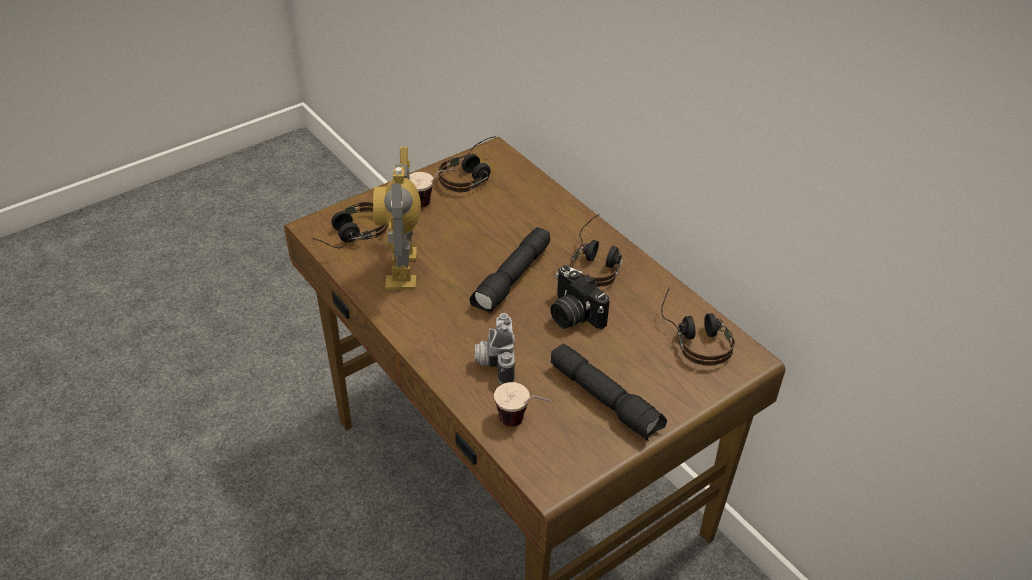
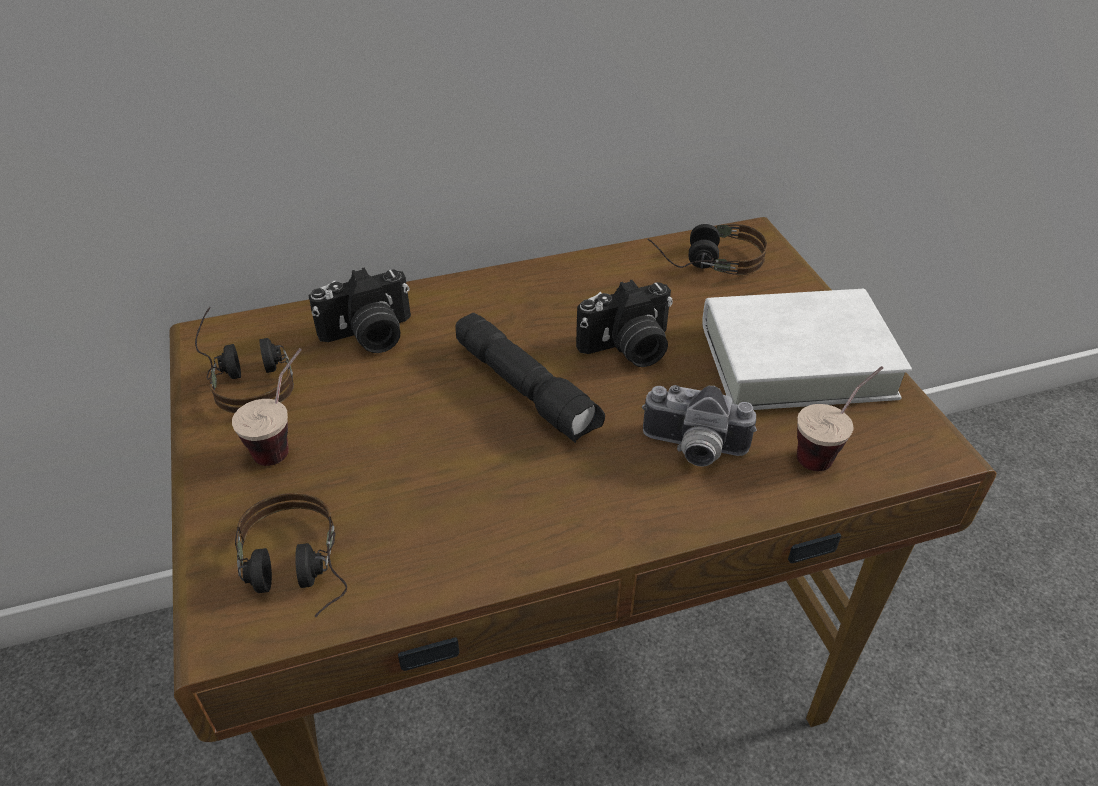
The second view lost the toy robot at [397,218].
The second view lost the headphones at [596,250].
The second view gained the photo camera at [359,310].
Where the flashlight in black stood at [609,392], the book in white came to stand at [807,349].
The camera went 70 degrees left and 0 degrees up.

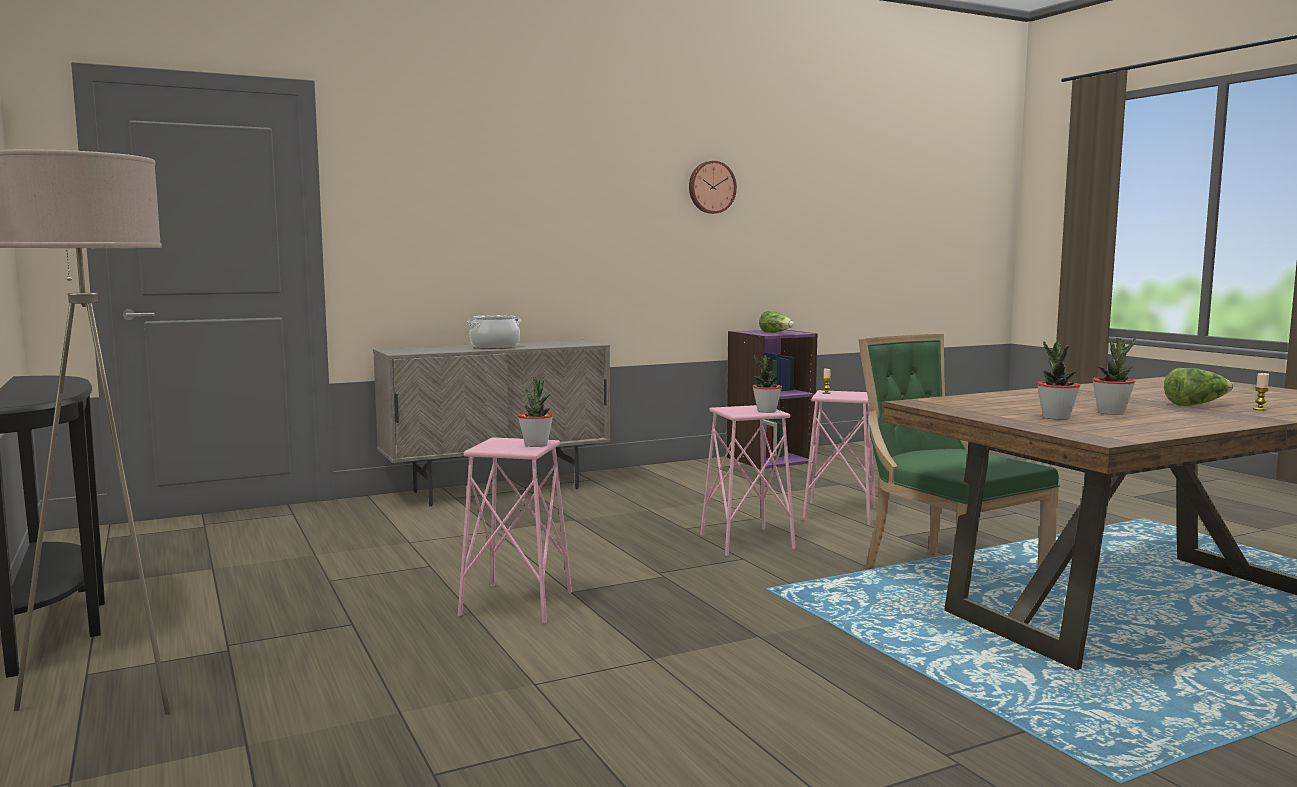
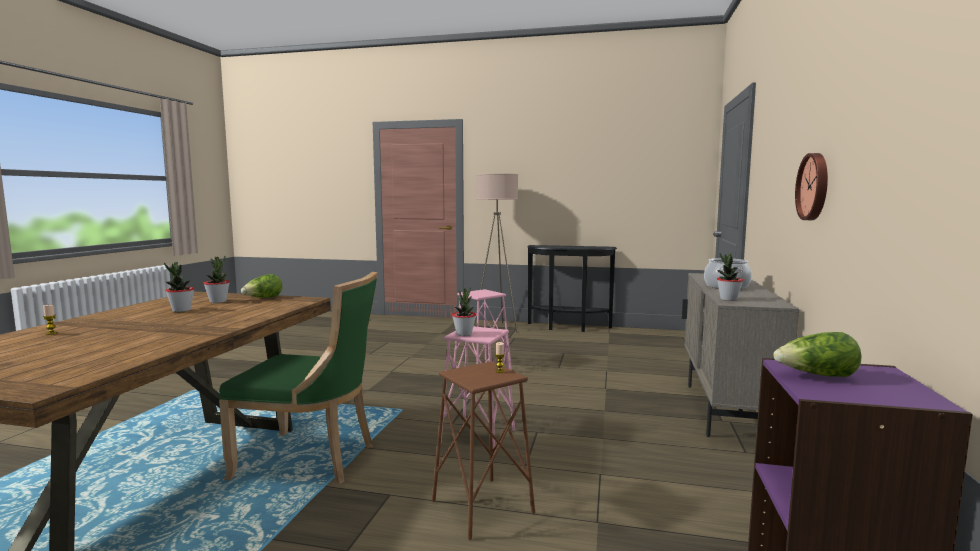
The potted plant ended up elsewhere, having gone from [535,412] to [730,277].
The wall clock ended up elsewhere, having gone from [713,187] to [811,186].
The lettuce ended up elsewhere, having gone from [1198,387] to [262,286].
What was the stool in pink at [839,457] turned into the stool in brown at [483,450].
The camera went 130 degrees right and 0 degrees up.

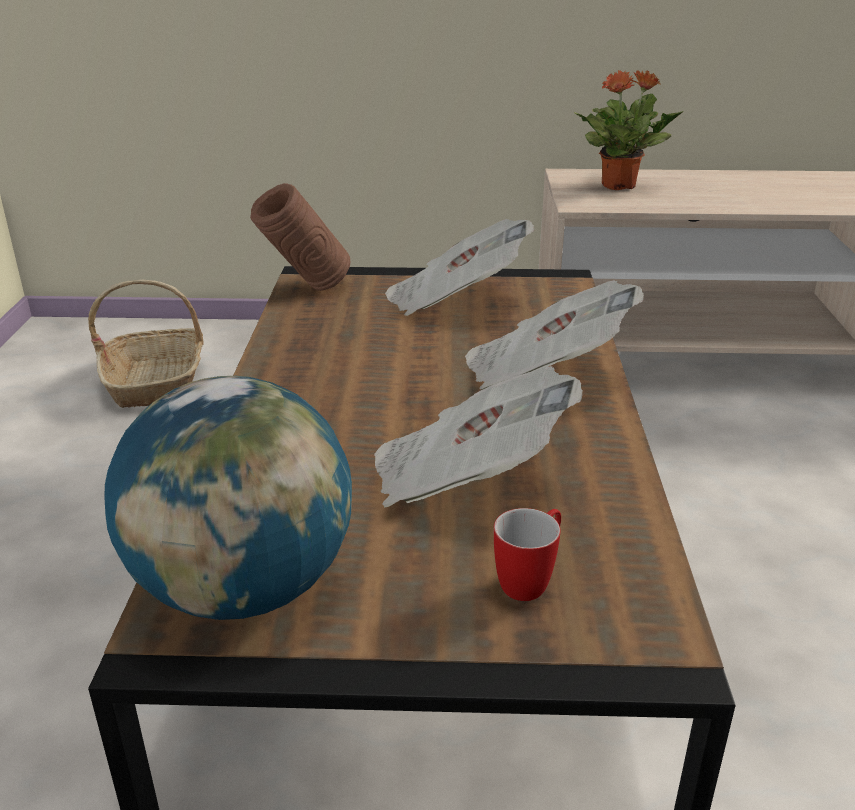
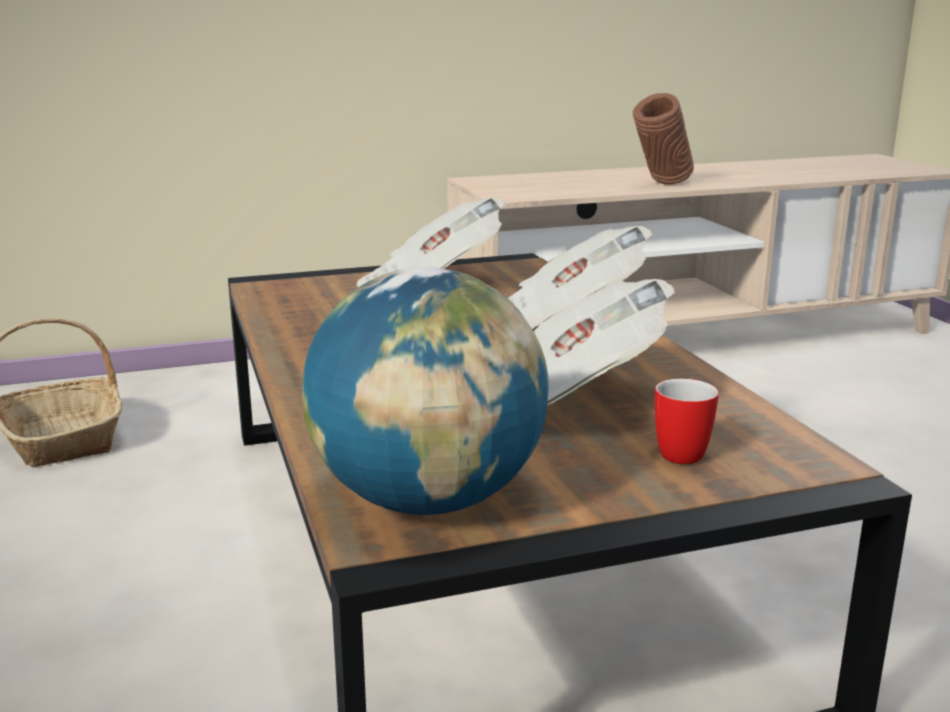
The second view lost the potted plant at [628,130].
The vase in brown ended up elsewhere, having gone from [300,237] to [663,139].
The camera went 20 degrees left and 10 degrees down.

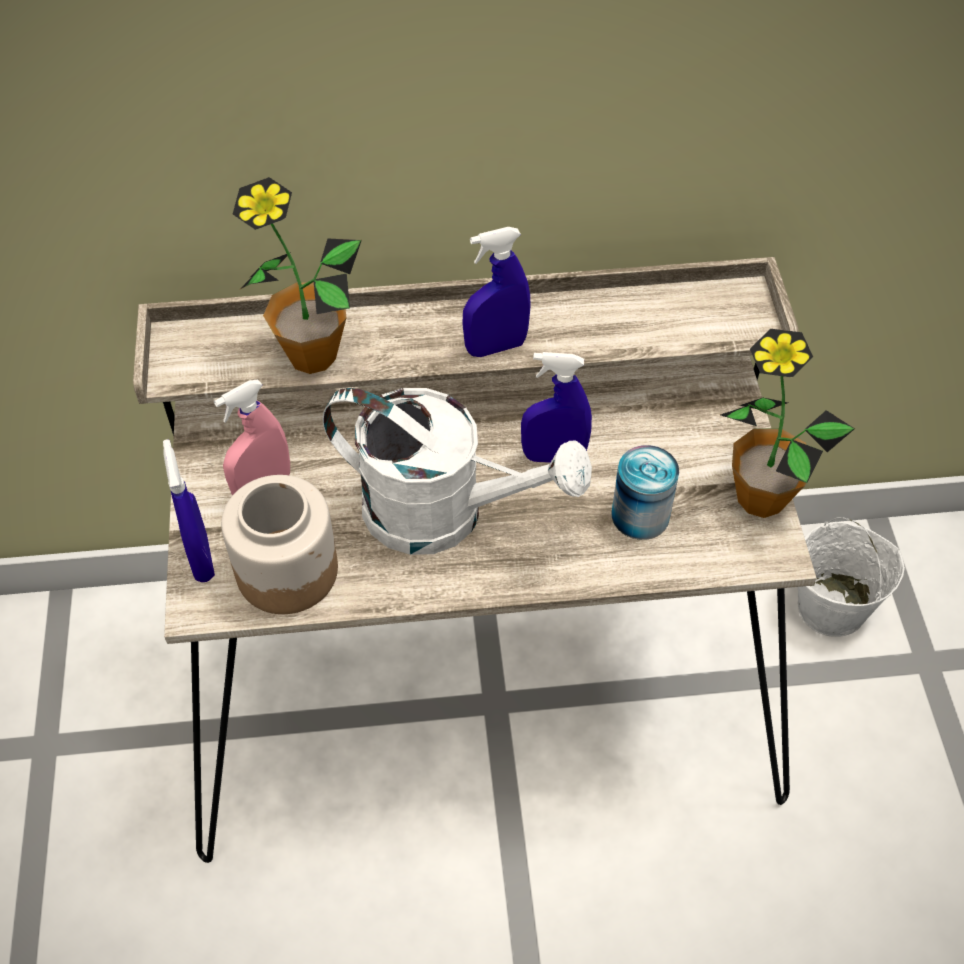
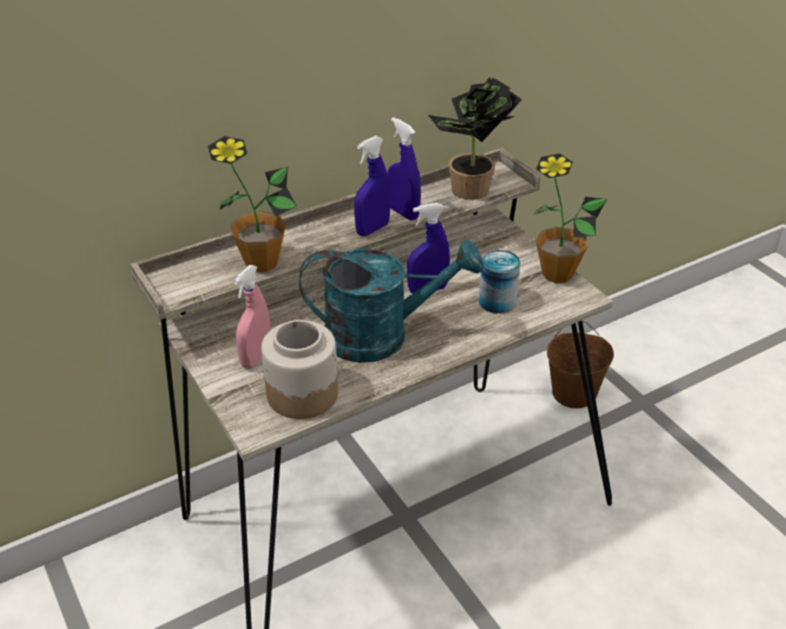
The second view gained the potted plant at [475,138].
The spray bottle in blue ended up elsewhere, having gone from [189,510] to [404,168].
What was the watering can in white at [457,471] turned into the watering can in turquoise at [391,301].
What was the bucket in white at [851,577] turned into the bucket in brown at [580,364].
The camera went 25 degrees left and 15 degrees down.

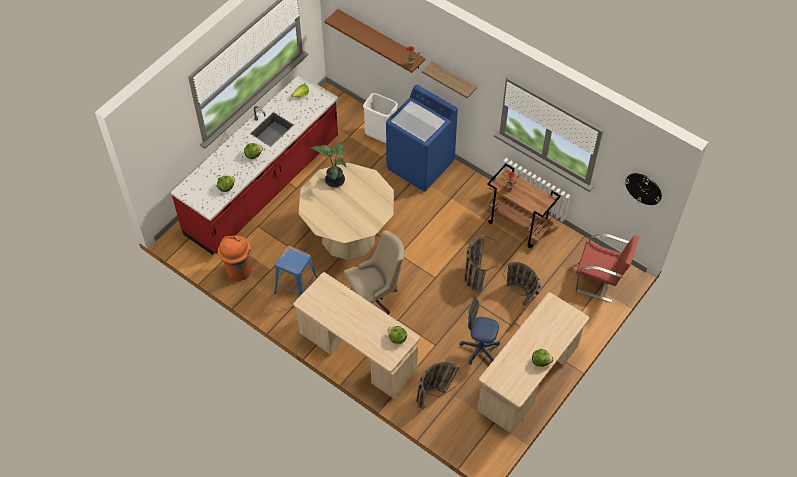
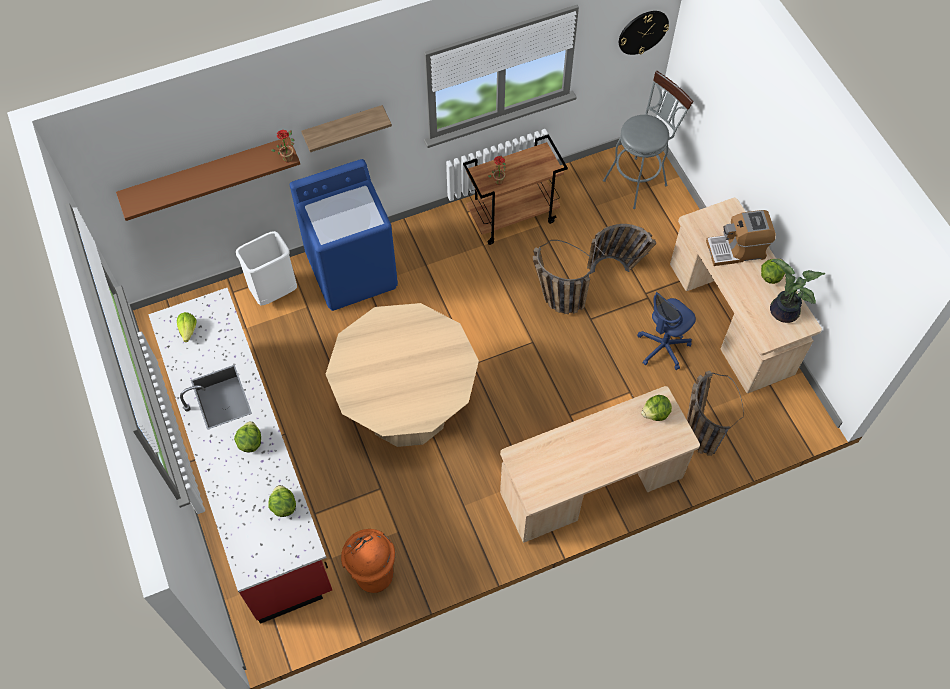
The second view lost the stool in blue at [296,271].
The second view lost the office chair in beige at [374,272].
The second view gained the coffee machine at [741,238].
The potted plant ended up elsewhere, having gone from [328,164] to [797,291].
Where the chair in red stood at [607,268], the stool in grey came to stand at [648,139].
The camera went 60 degrees left and 5 degrees up.

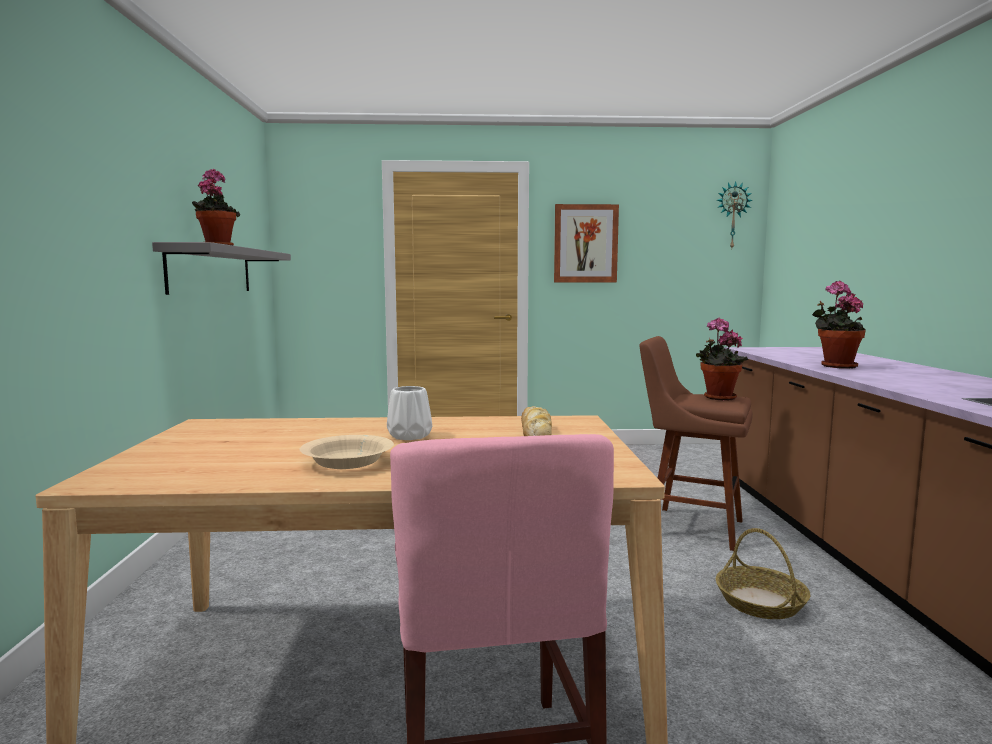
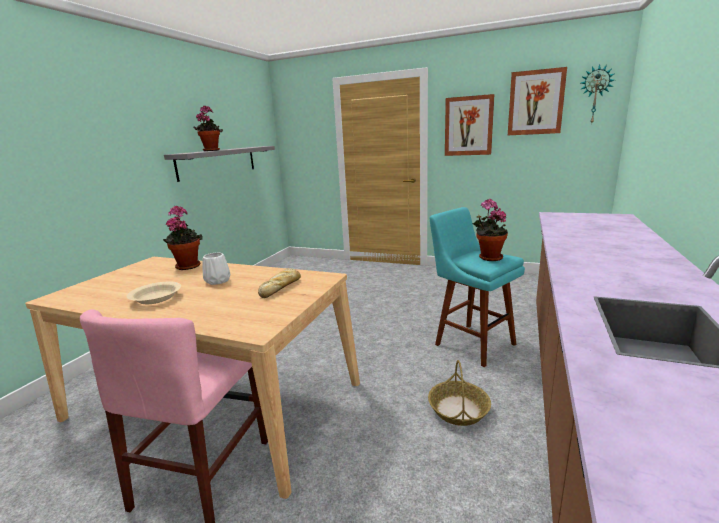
The second view gained the picture at [537,101].
The potted plant ended up elsewhere, having gone from [839,325] to [183,238].
What was the stool in brown at [696,443] turned into the stool in turquoise at [477,287].
The camera went 25 degrees right and 10 degrees up.

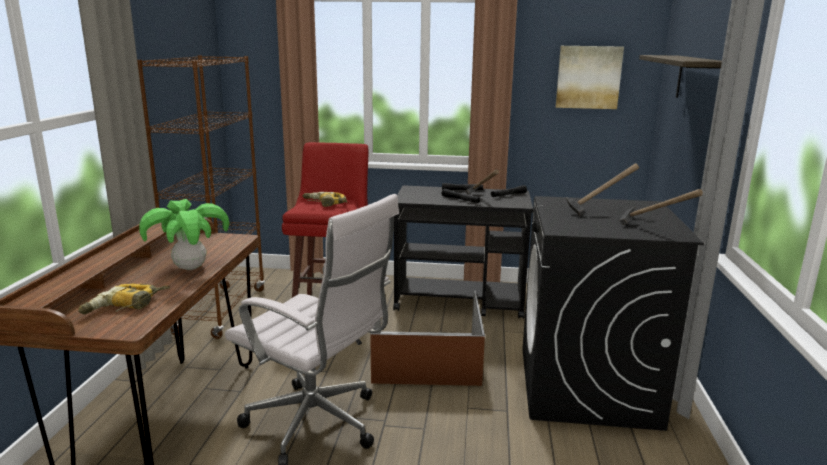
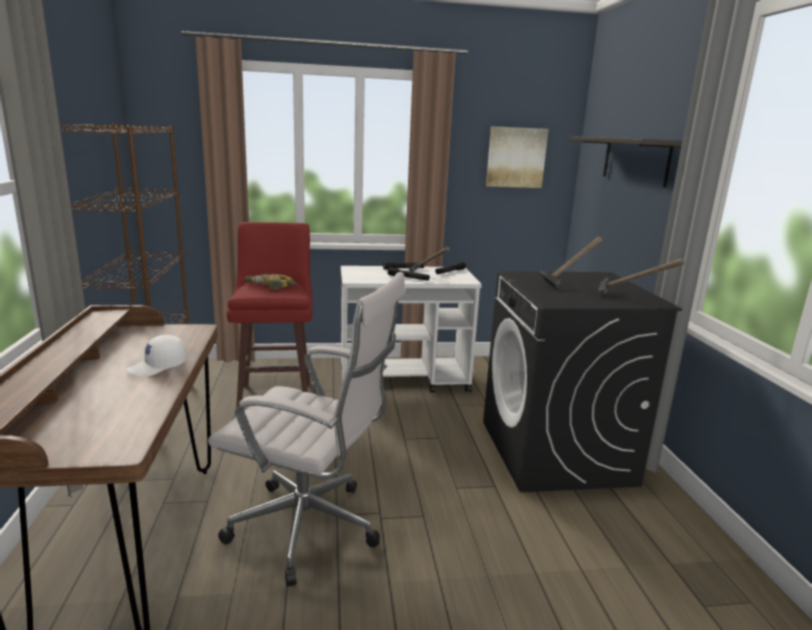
The second view lost the power drill at [124,299].
The second view lost the storage box in brown at [427,338].
Where the potted plant stood at [184,234], the cap in white came to stand at [156,356].
What was the cart in black at [463,252] turned into the cart in white at [411,329].
The camera went 15 degrees left and 0 degrees up.

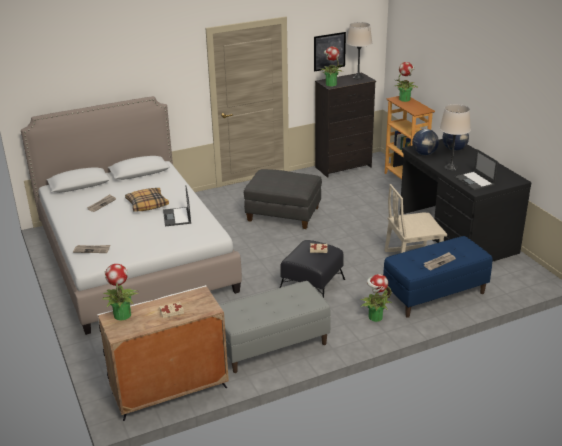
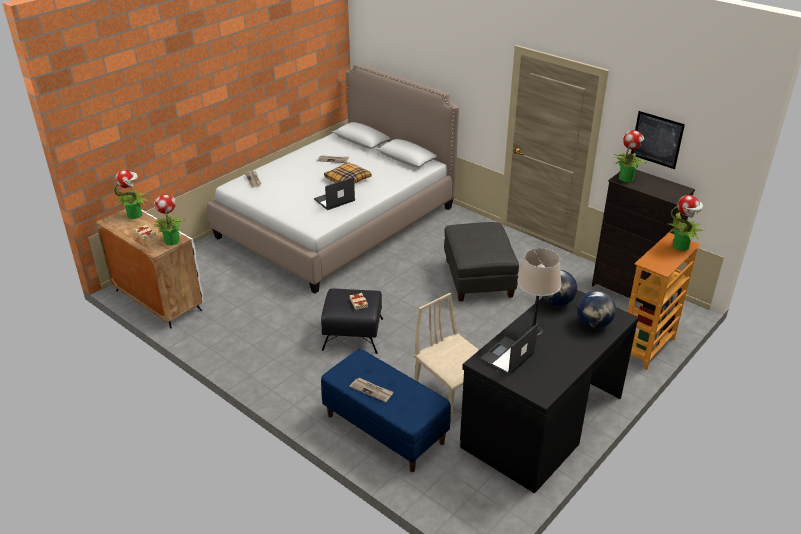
The second view lost the bench in grey at [275,327].
The second view lost the table lamp in beige at [359,50].
The potted plant ended up elsewhere, having gone from [376,298] to [169,219].
The camera went 65 degrees right and 5 degrees up.

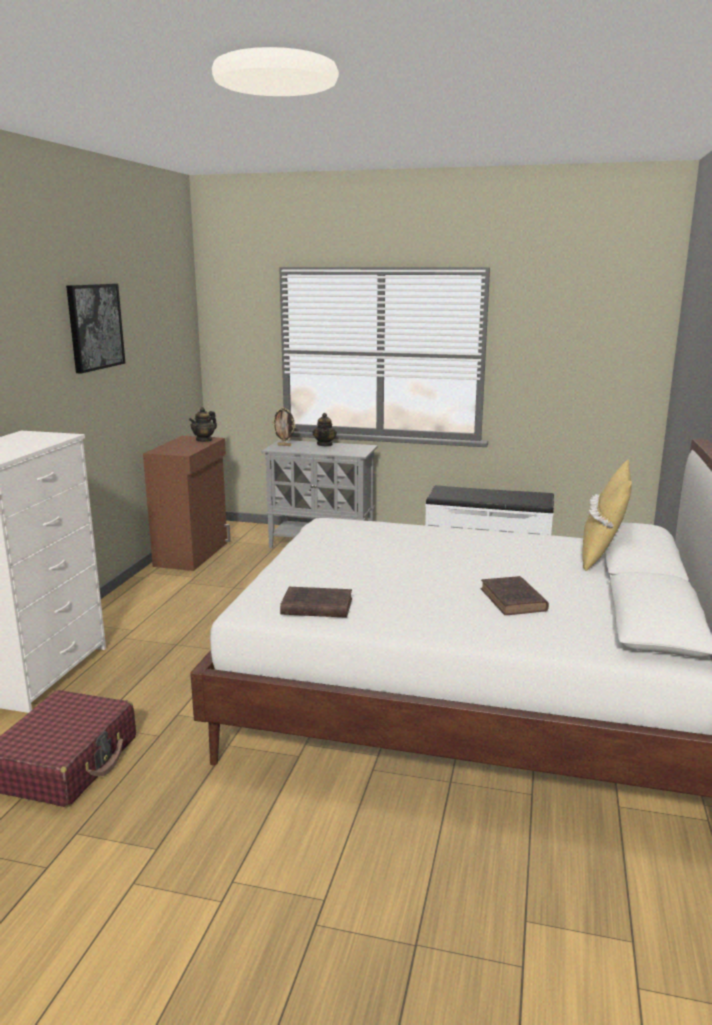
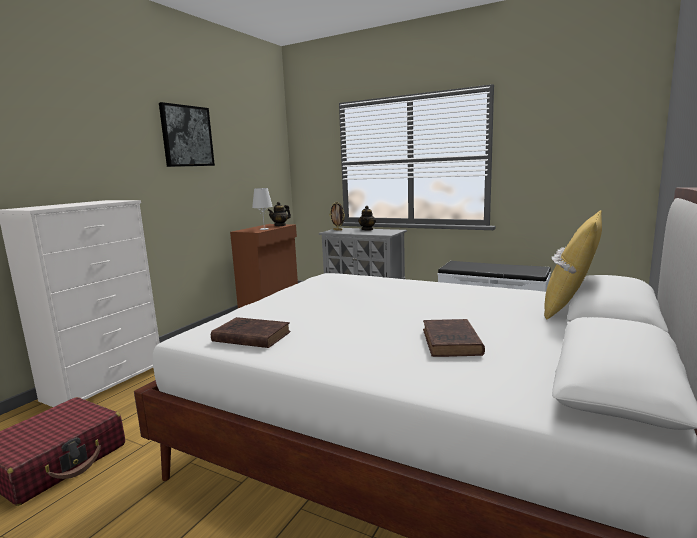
The second view gained the table lamp in white at [262,209].
The camera went 15 degrees right and 5 degrees down.

